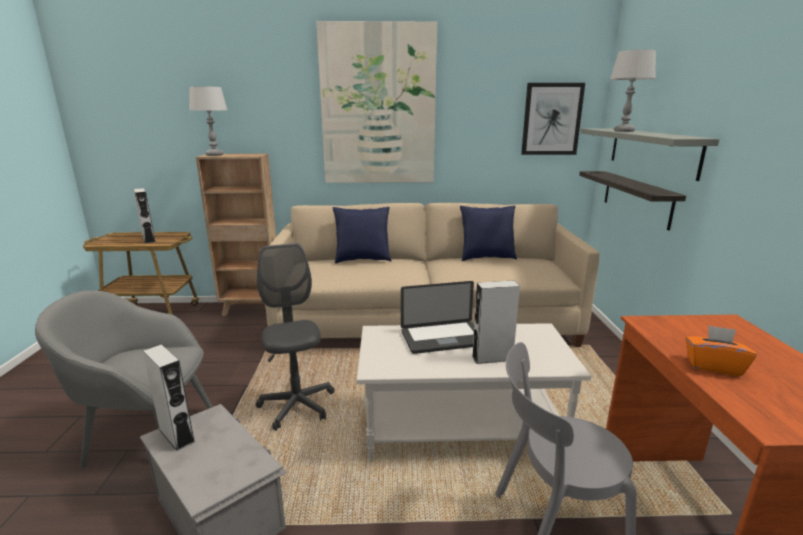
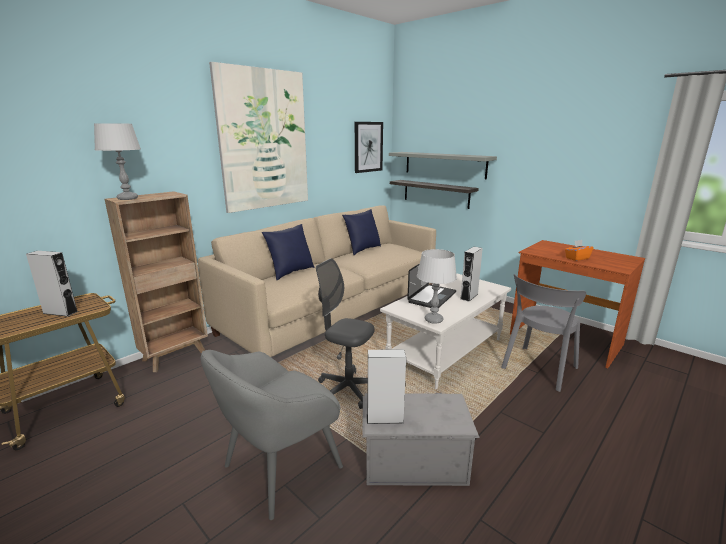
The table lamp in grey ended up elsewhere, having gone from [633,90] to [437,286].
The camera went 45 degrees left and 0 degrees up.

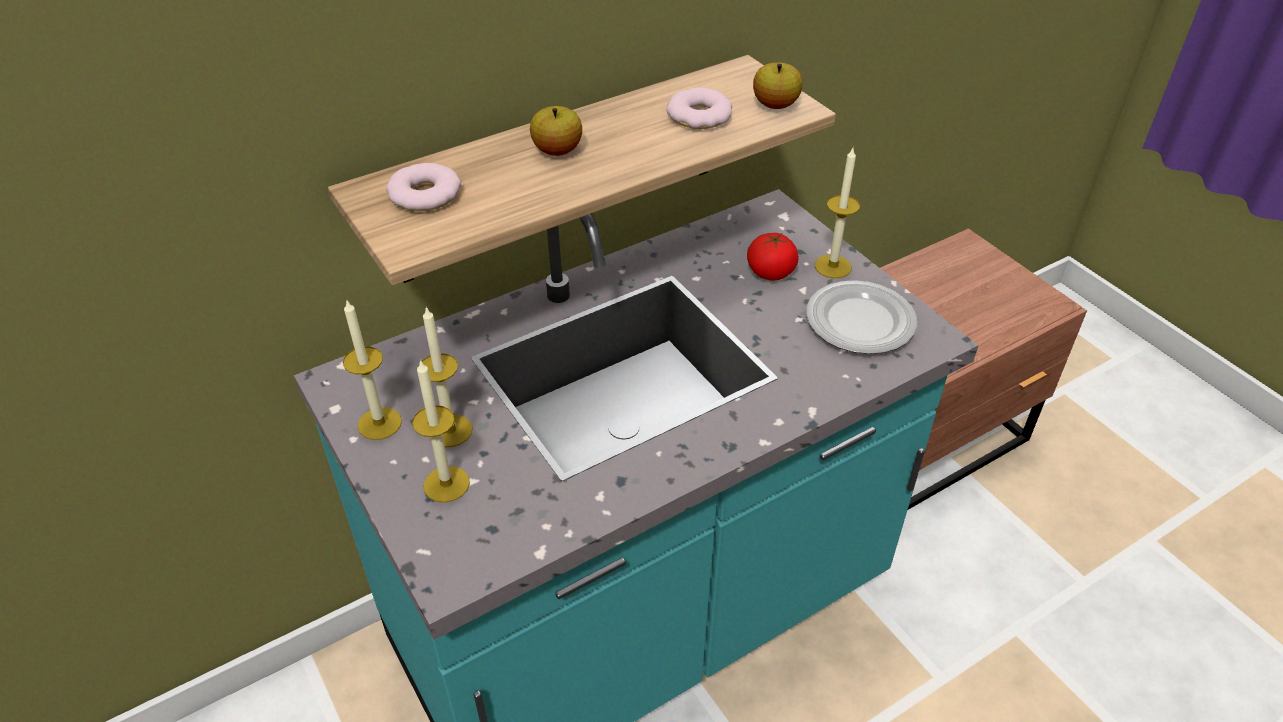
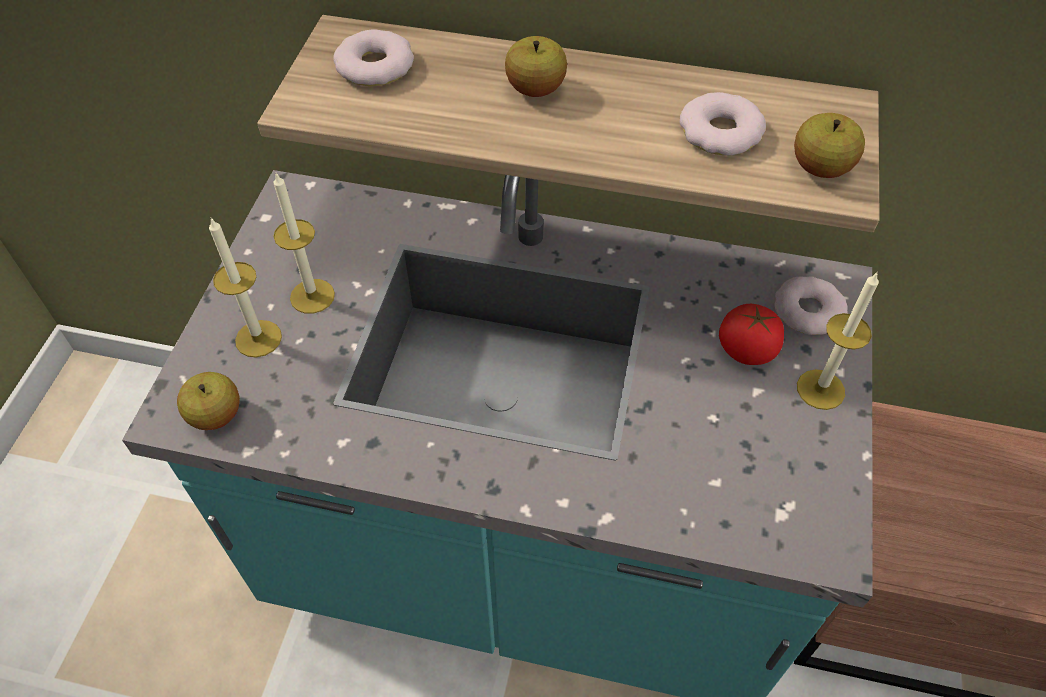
The second view lost the candle at [372,370].
The second view lost the plate at [861,317].
The second view gained the apple at [208,401].
The second view gained the donut at [811,305].
The camera went 45 degrees right and 10 degrees up.

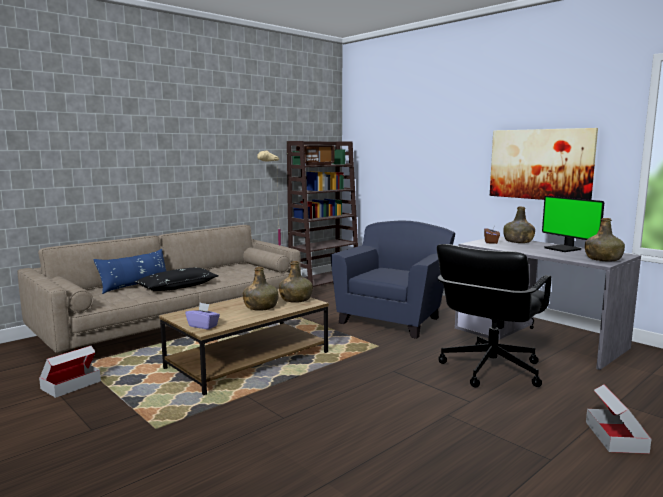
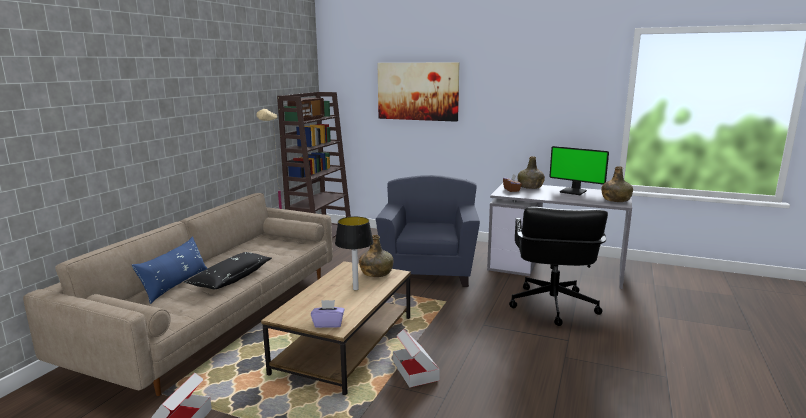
The picture ended up elsewhere, having gone from [544,164] to [419,92].
The cardboard box ended up elsewhere, having gone from [618,419] to [416,358].
Where the bottle in green stood at [260,289], the table lamp came to stand at [354,253].
The camera went 25 degrees left and 5 degrees up.

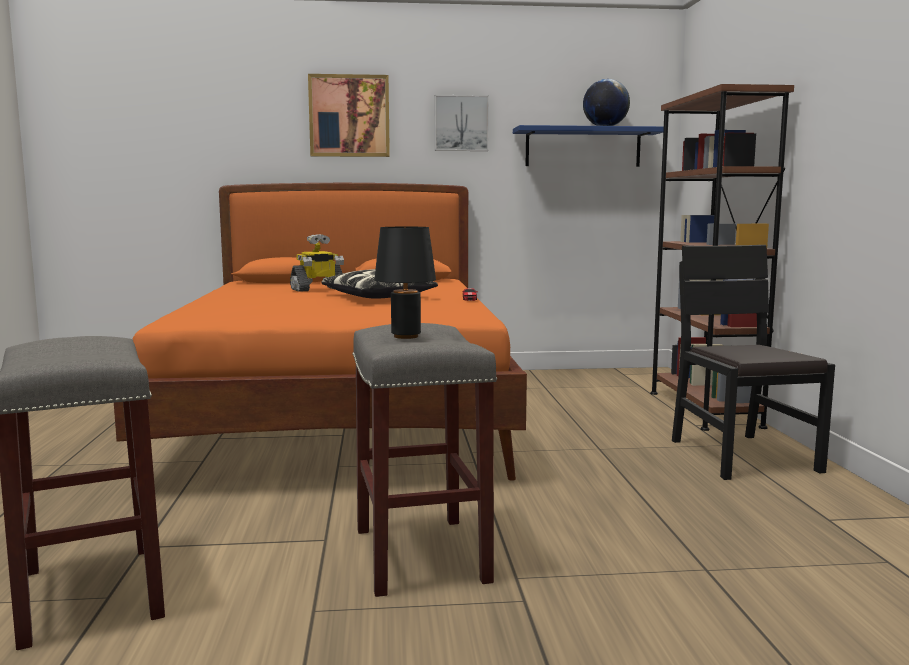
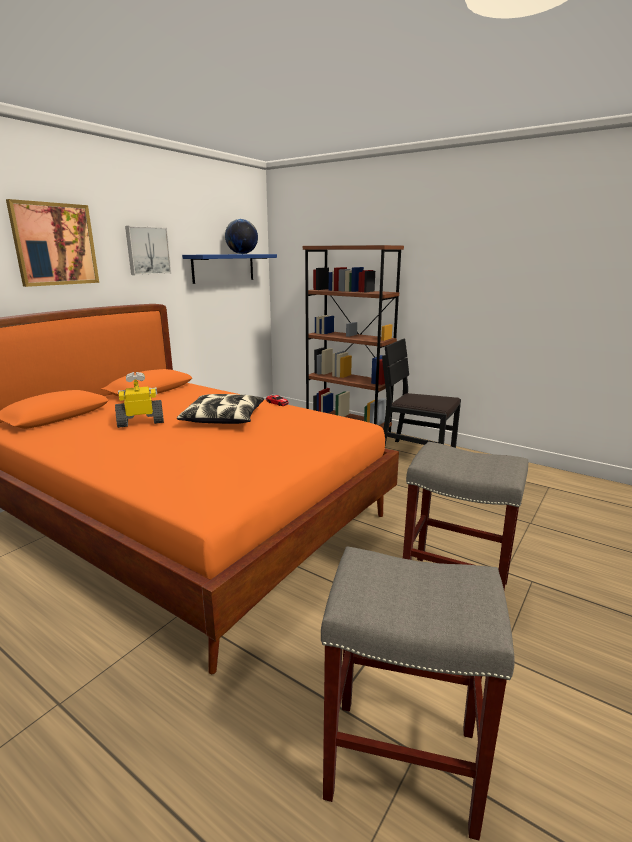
The second view lost the table lamp in black at [405,283].
The toy robot at [317,263] ended up facing another way, 120 degrees counterclockwise from before.
The camera went 50 degrees left and 10 degrees up.

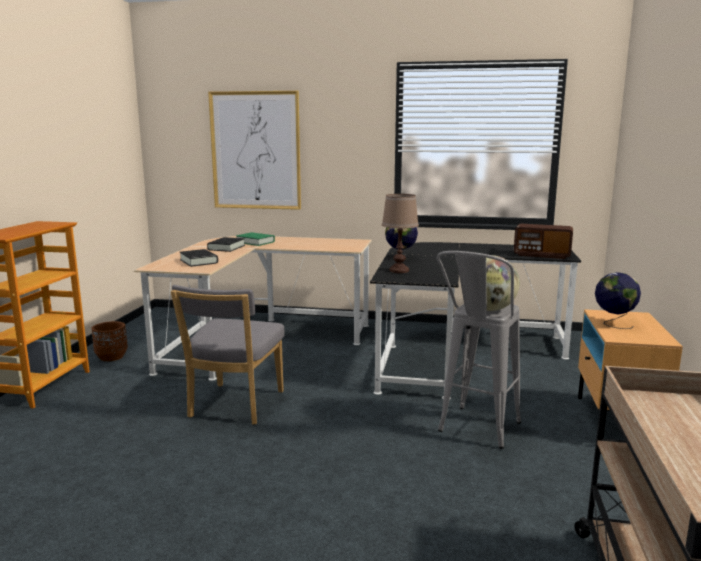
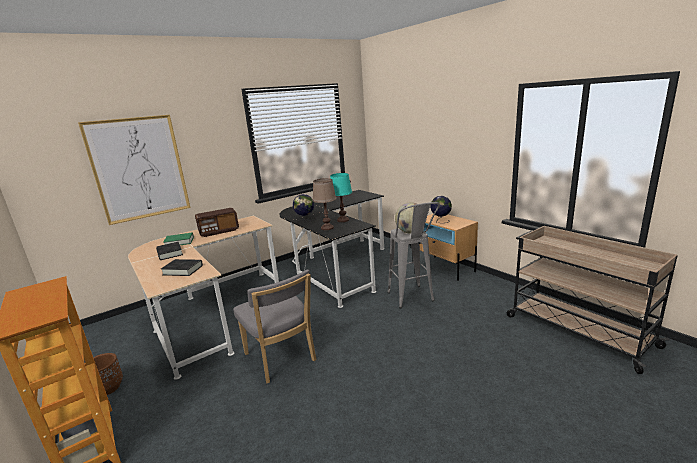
The second view gained the table lamp in turquoise at [341,197].
The radio ended up elsewhere, having gone from [543,241] to [217,222].
The camera went 45 degrees left and 5 degrees up.

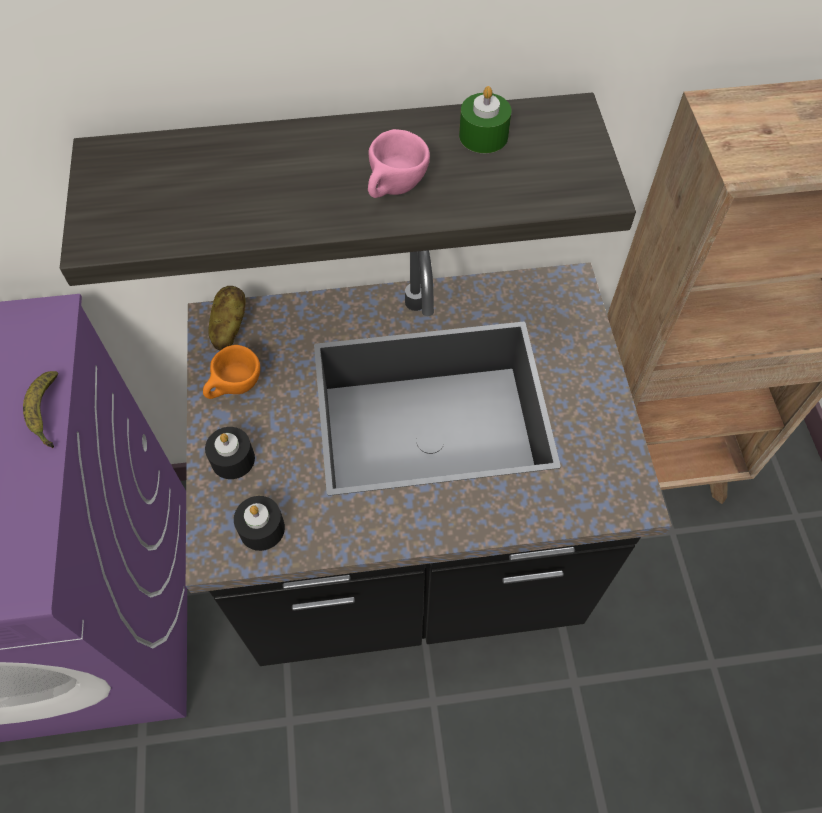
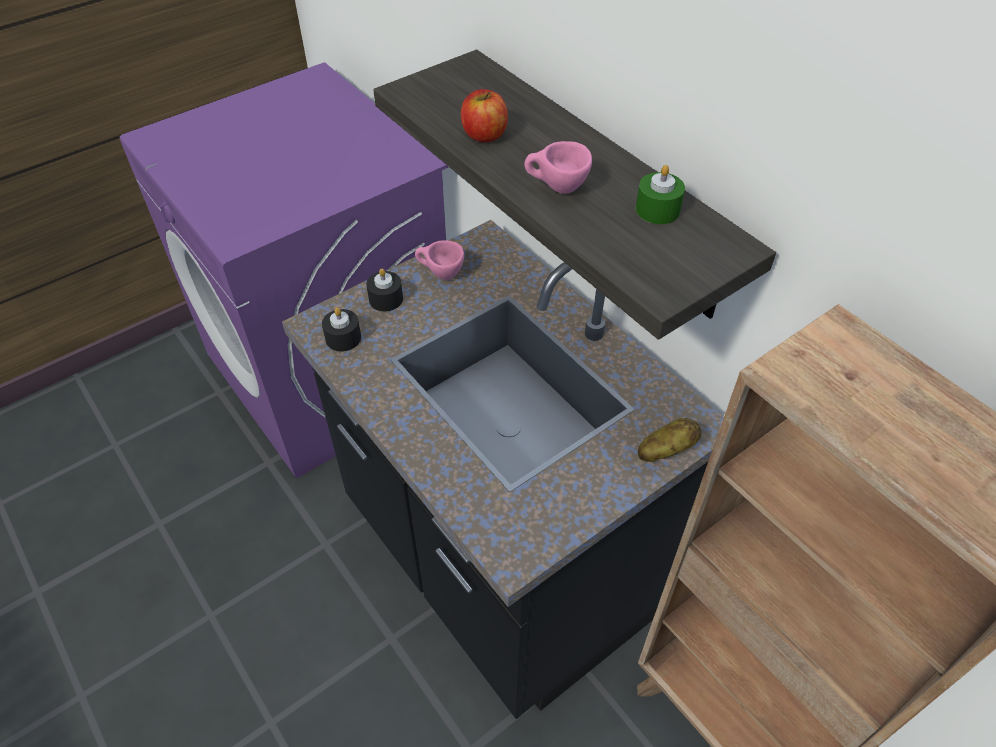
The second view lost the banana at [40,409].
The second view gained the apple at [484,115].
The potato ended up elsewhere, having gone from [227,318] to [669,440].
What was the cup in orange at [231,372] turned into the cup in pink at [439,260].
The camera went 60 degrees right and 10 degrees down.

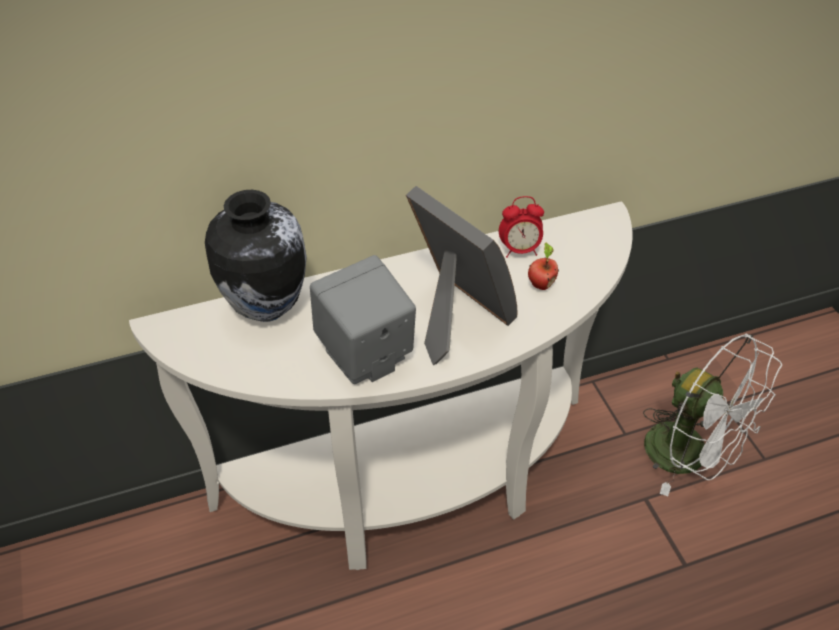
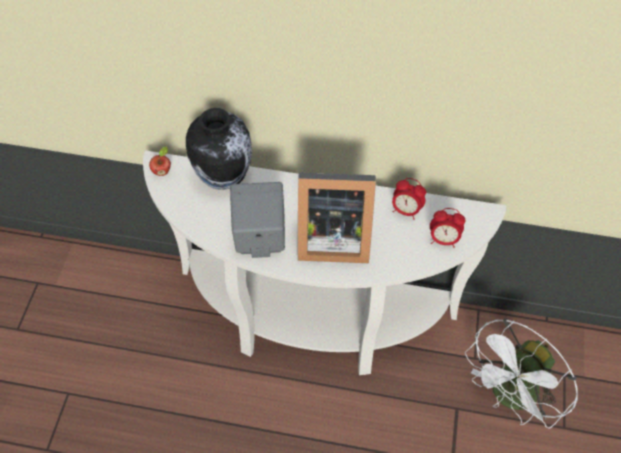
The second view gained the alarm clock at [447,228].
The apple ended up elsewhere, having gone from [543,266] to [160,161].
The picture frame at [461,275] ended up facing another way, 105 degrees clockwise from before.
The fan in white at [712,415] ended up facing another way, 60 degrees clockwise from before.
The camera went 30 degrees right and 10 degrees up.

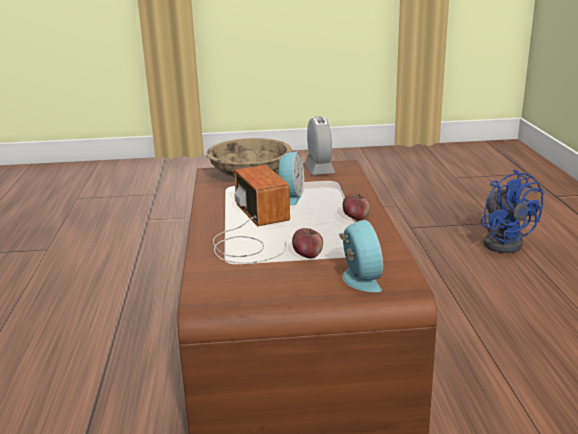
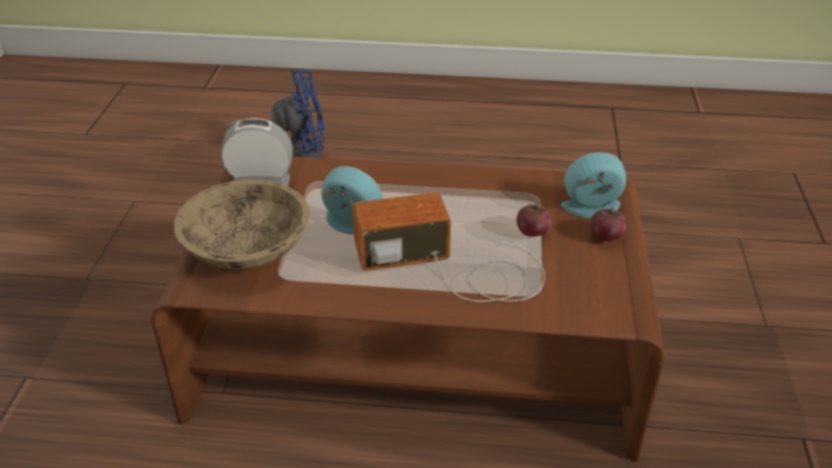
The apple ended up elsewhere, having gone from [356,206] to [608,224].
The camera went 80 degrees left and 15 degrees up.

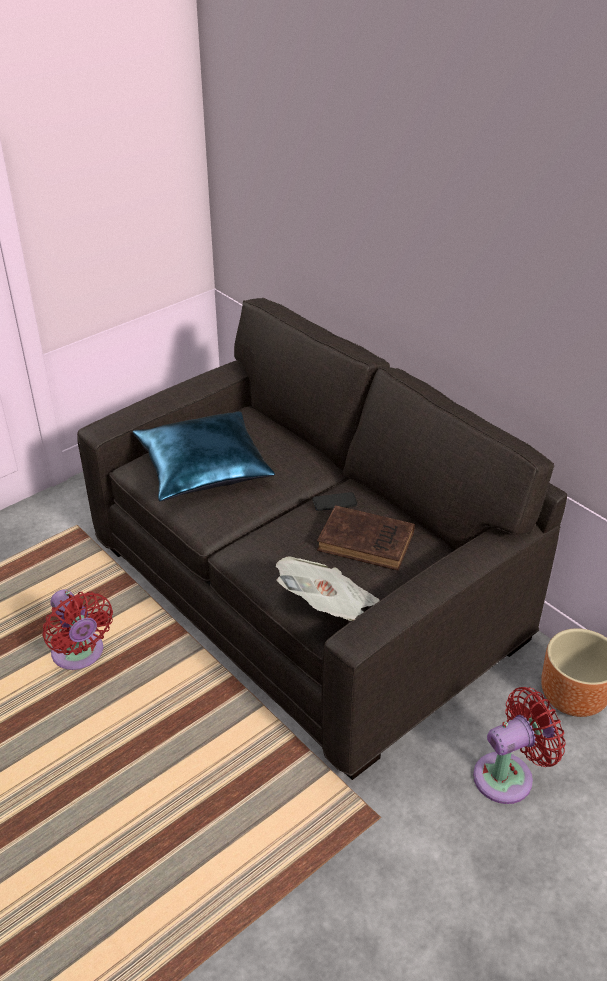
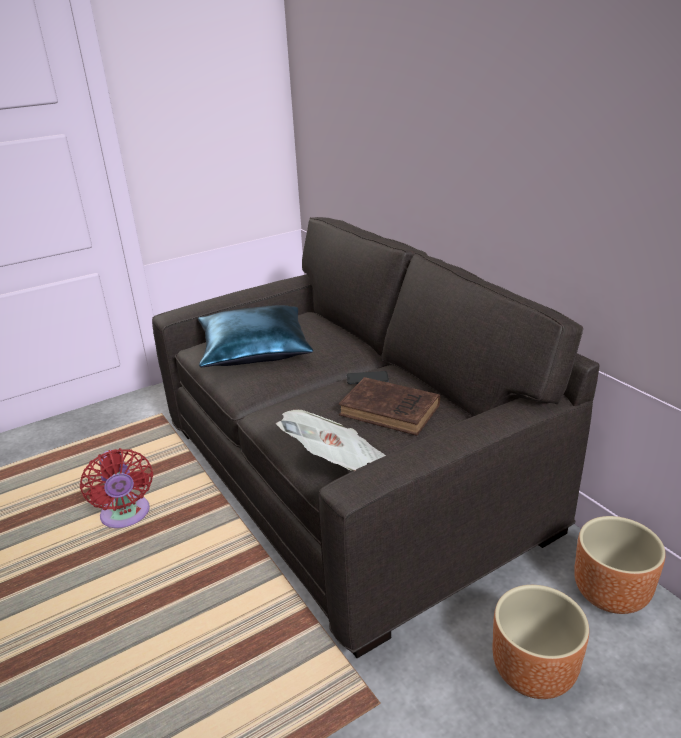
Where the fan in red stood at [519,745], the planter in brown came to stand at [540,642].
The camera went 10 degrees right and 10 degrees down.

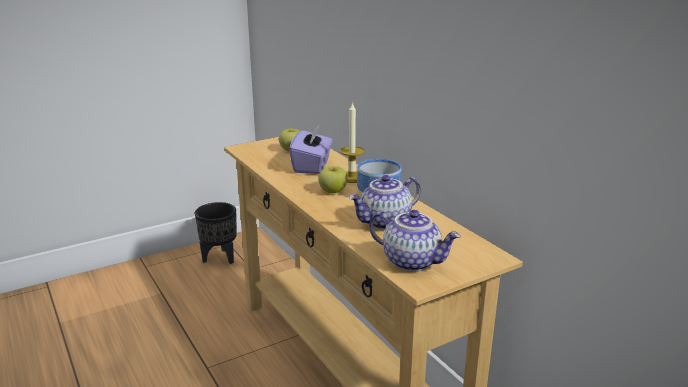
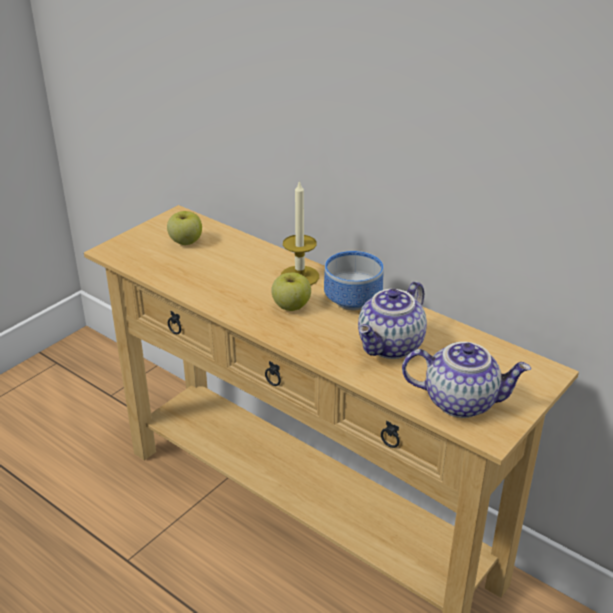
The second view lost the planter in black at [216,233].
The second view lost the tissue box in purple at [310,149].
The camera went 20 degrees left and 10 degrees up.

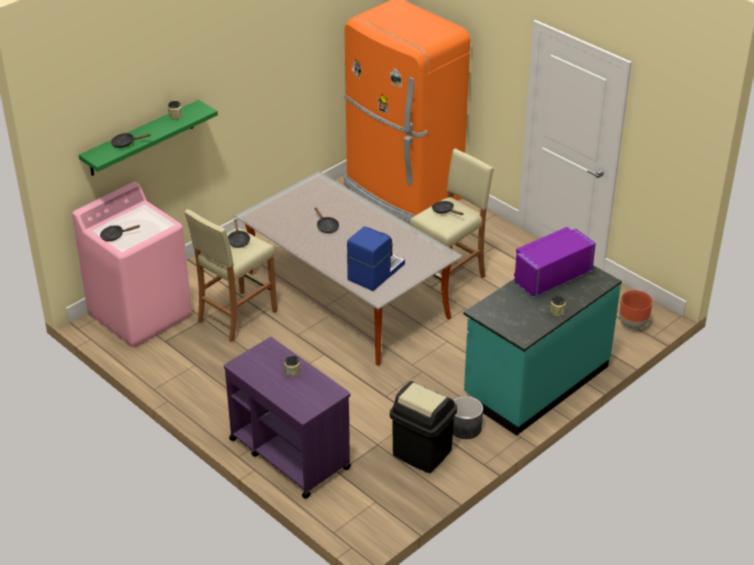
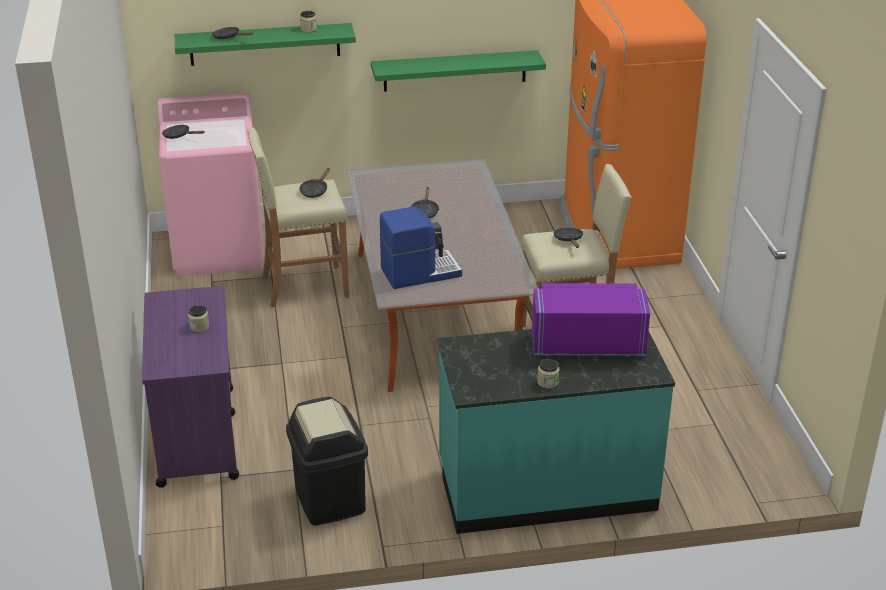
The second view lost the planter in grey at [468,417].
The second view lost the planter in brown at [636,309].
The second view gained the shelf in green at [458,71].
The camera went 35 degrees right and 5 degrees down.

